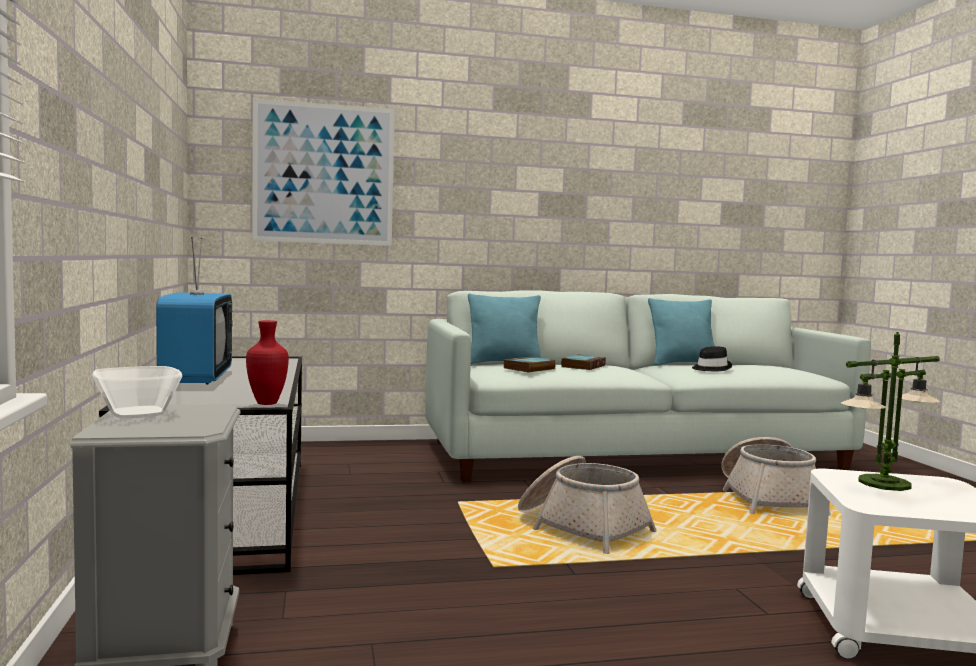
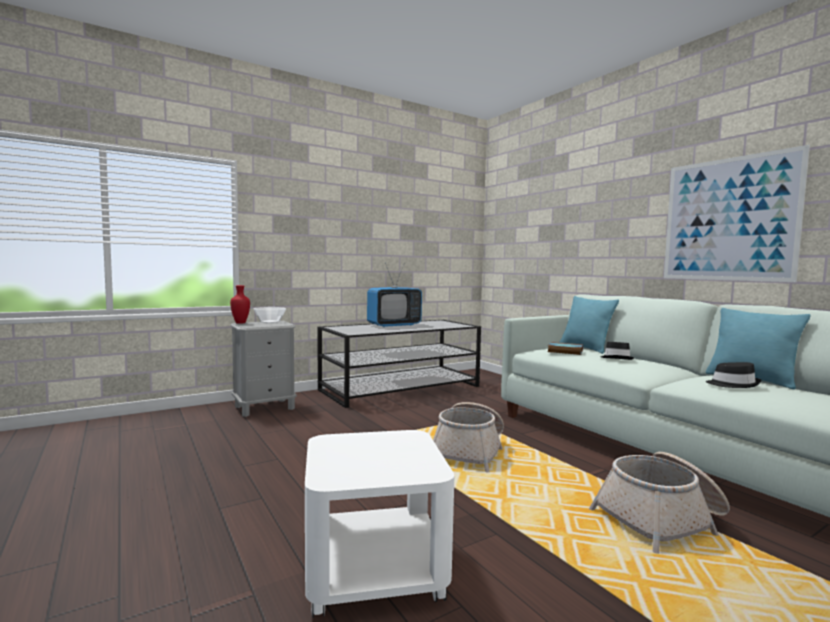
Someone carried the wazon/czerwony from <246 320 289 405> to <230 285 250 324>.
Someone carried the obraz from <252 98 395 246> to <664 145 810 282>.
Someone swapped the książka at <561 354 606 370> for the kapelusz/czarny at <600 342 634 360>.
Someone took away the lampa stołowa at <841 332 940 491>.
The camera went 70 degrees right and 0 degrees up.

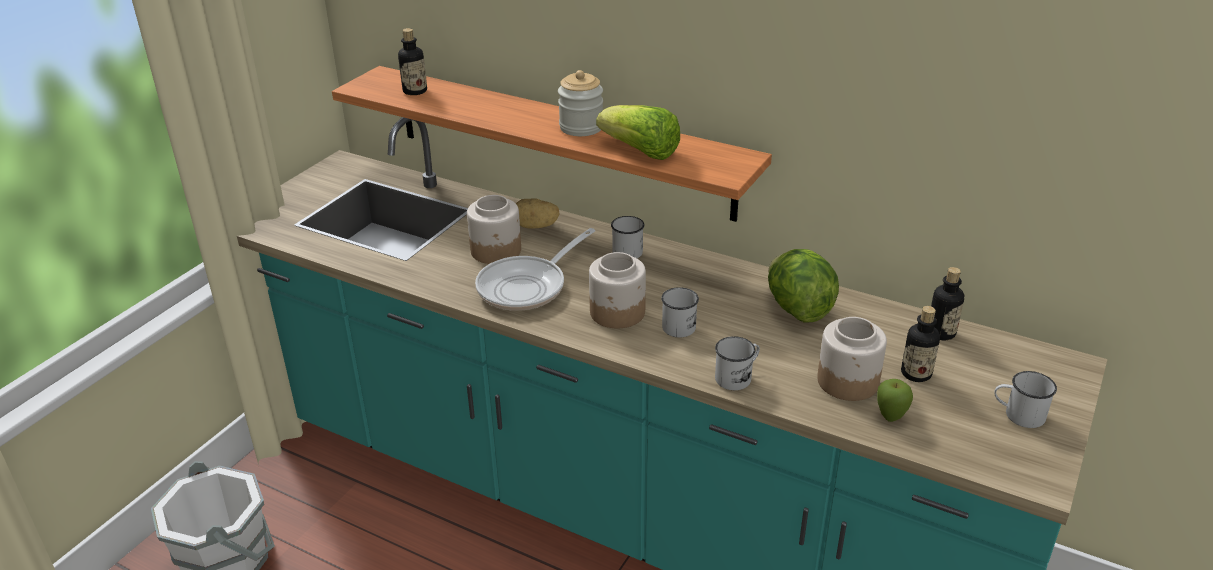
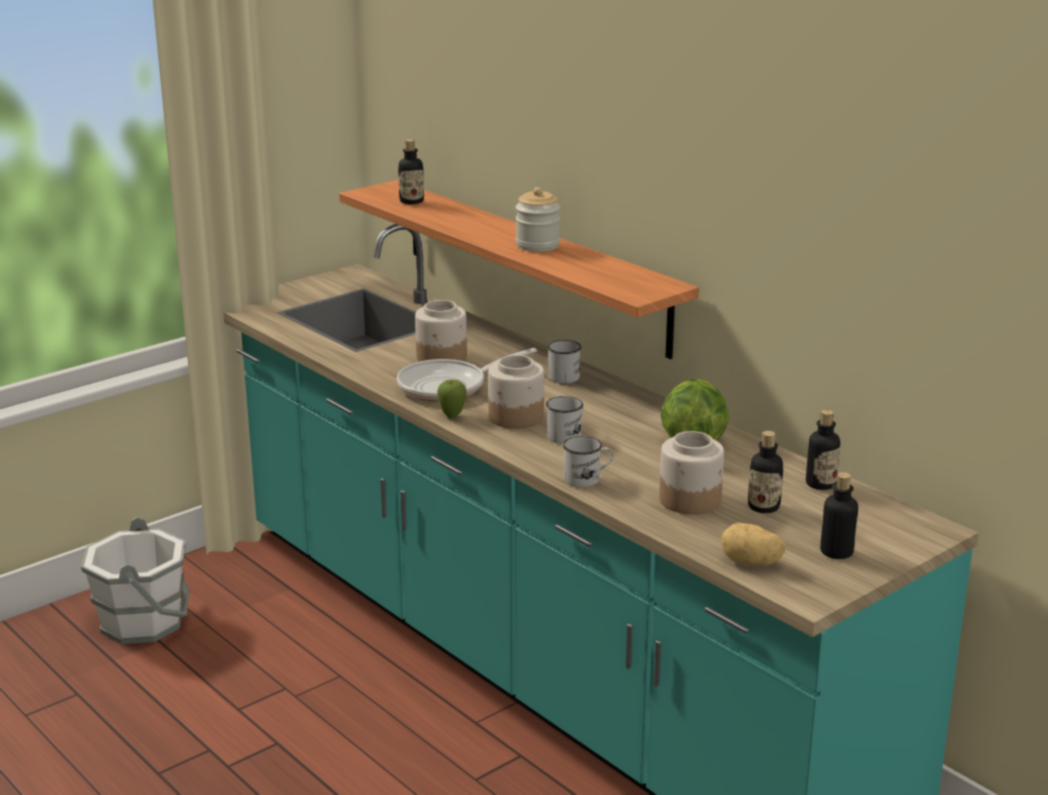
Someone carried the ziemniak from <516 198 560 229> to <721 523 785 566>.
Someone took away the sałata at <596 105 680 160>.
Someone carried the jabłko from <877 379 913 422> to <437 380 467 418>.
Someone swapped the kubek/biały at <994 371 1057 428> for the butelka at <820 472 858 559>.
The camera went 20 degrees right and 10 degrees down.

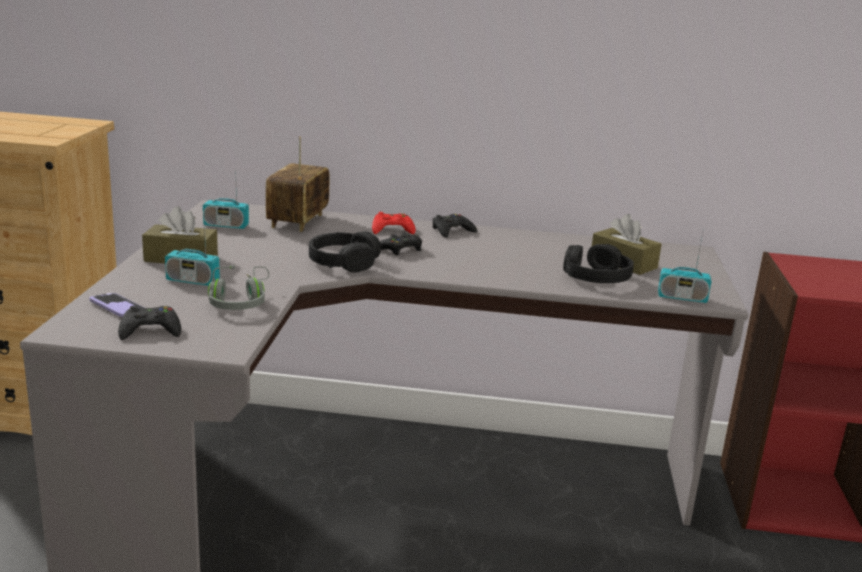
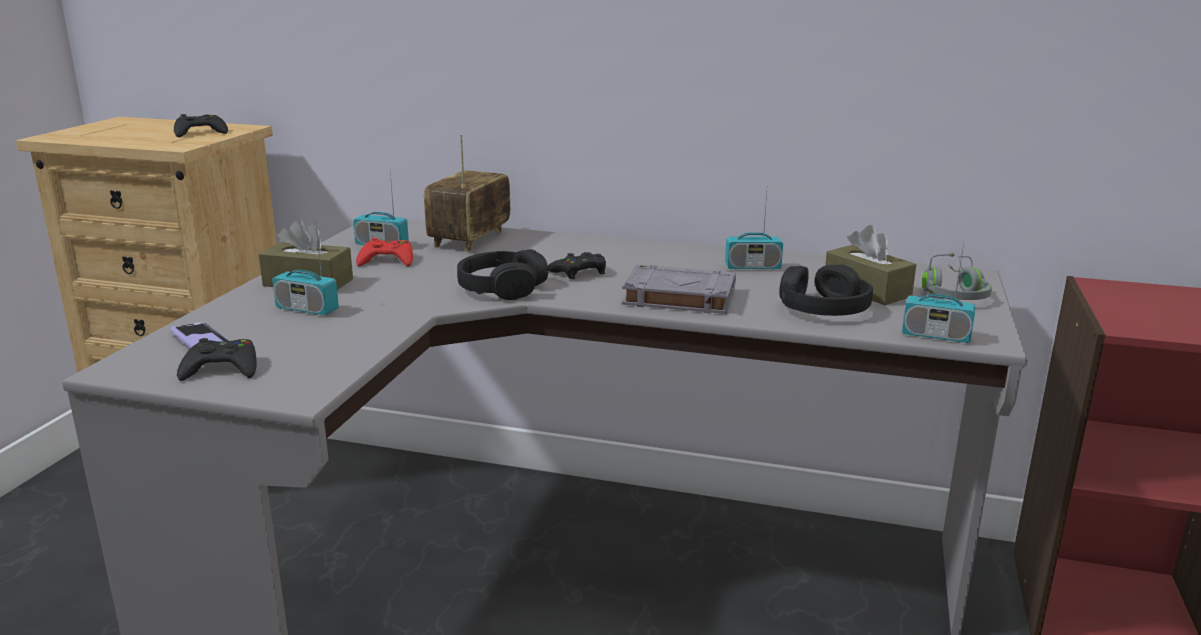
Someone carried the słuchawki/szary from <208 265 269 310> to <922 252 992 300>.
Someone carried the pad do gier/czerwony from <372 212 416 234> to <356 238 413 266>.
Someone carried the pad do gier/czarny from <432 214 477 238> to <174 114 228 137>.
Someone put down the książka/szary at <622 265 736 314>.
Someone put down the radio at <725 193 783 269>.
The camera went 10 degrees right and 0 degrees up.

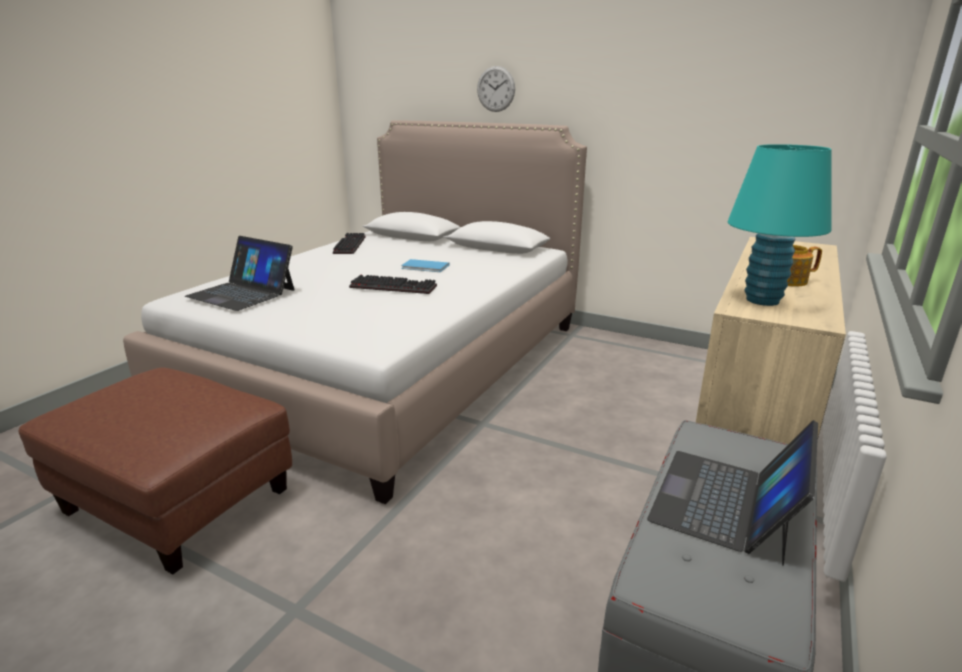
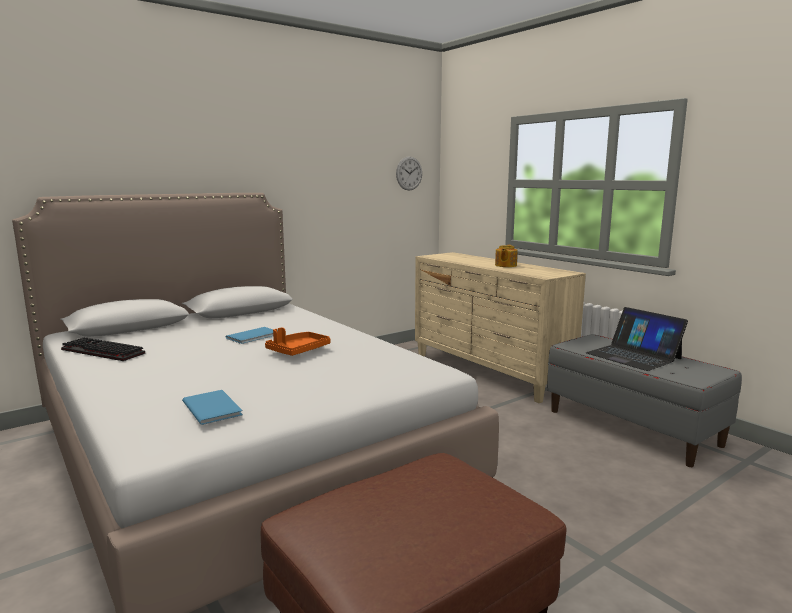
Someone swapped the laptop at <185 236 294 311> for the książka/niebieski at <182 390 243 425>.
Someone swapped the klawiatura at <349 275 437 294> for the taca/pomarańczowy at <265 327 331 356>.
Someone carried the zegar ścienny from <477 66 515 112> to <396 156 422 191>.
Someone took away the lampa stołowa/turkusowy at <727 144 832 306>.
The camera went 65 degrees left and 10 degrees down.

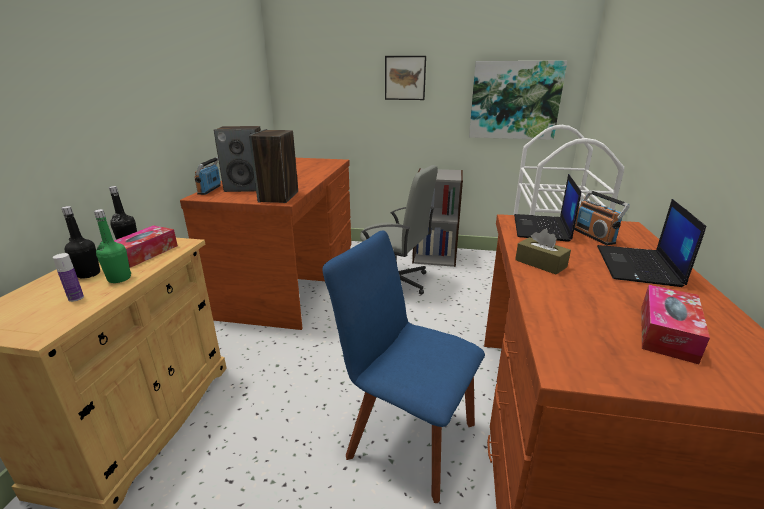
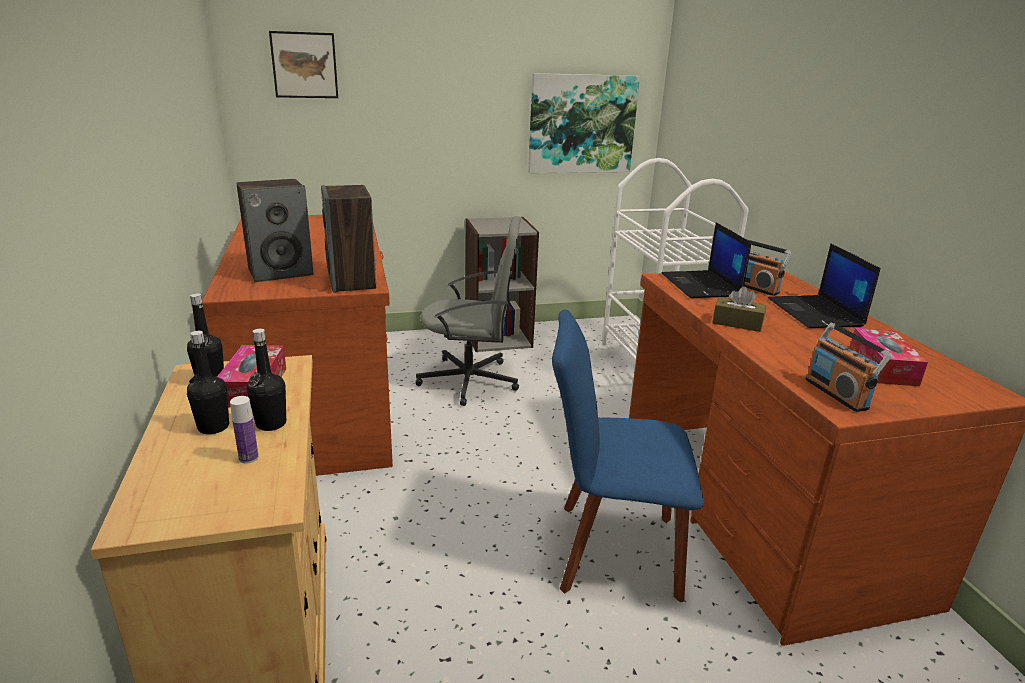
Someone repainted the butelka/zielony at <94 209 131 283>, which became the butelka/czarny at <247 329 286 431>.
Someone carried the radio from <194 157 221 195> to <805 323 892 412>.
Someone carried the obraz from <385 56 426 100> to <269 31 338 98>.
The camera went 25 degrees left and 0 degrees up.

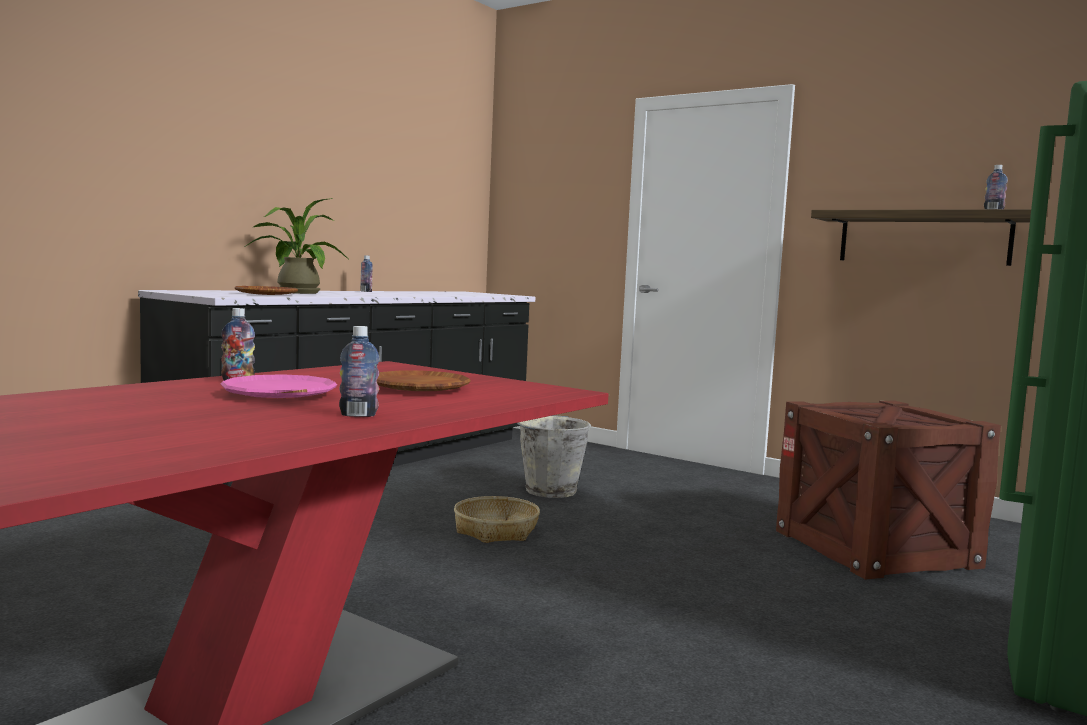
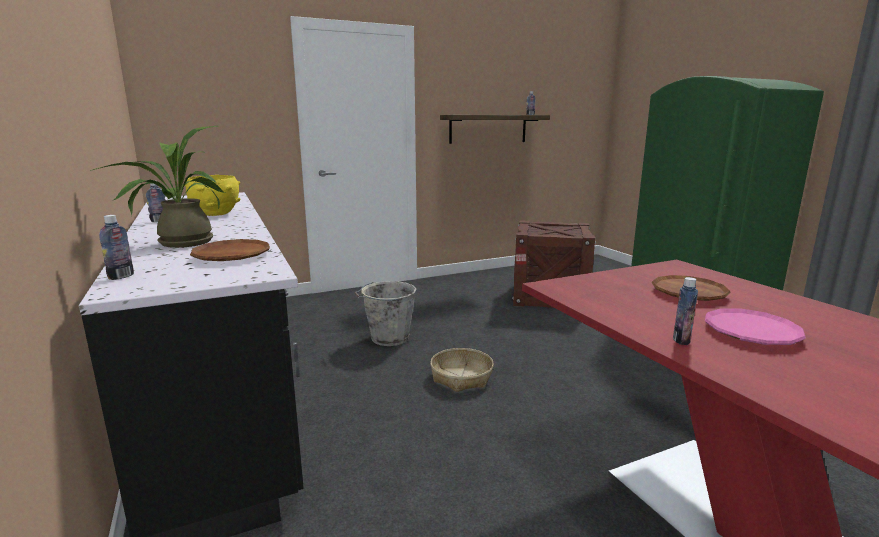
Someone carried the butelka from <339 326 380 417> to <99 215 134 280>.
Someone put down the miska/żółty at <185 175 240 216>.
The camera went 60 degrees left and 10 degrees up.

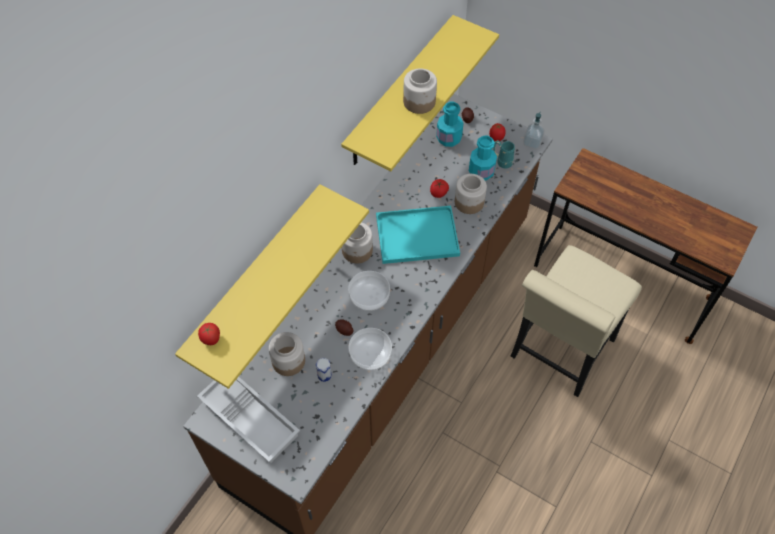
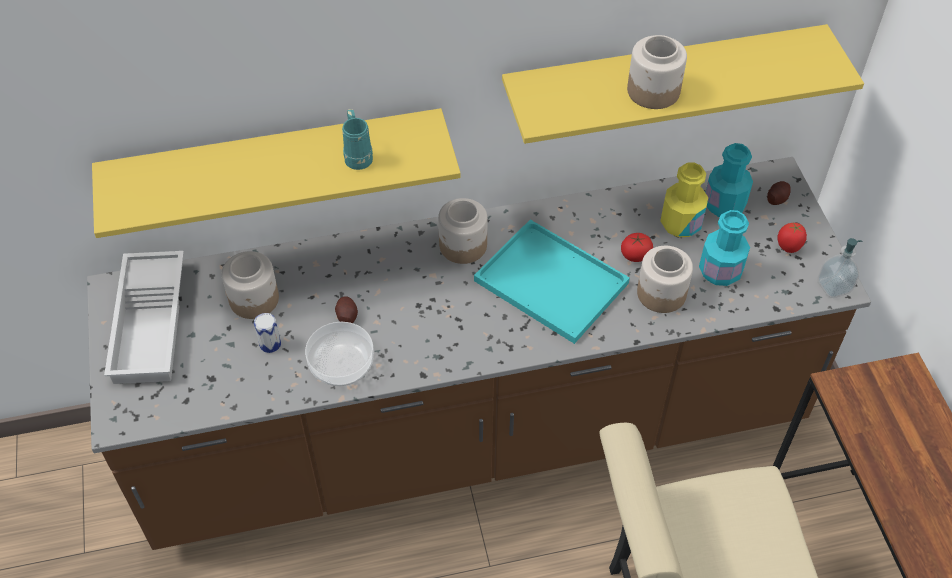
Someone took away the pomidor at <198 323 220 345>.
Someone took away the miska at <348 271 390 311>.
Someone carried the kubek/turkusowy from <493 140 515 168> to <342 109 373 170>.
Someone put down the butelka/żółty at <660 162 708 237>.
The camera went 45 degrees right and 5 degrees down.

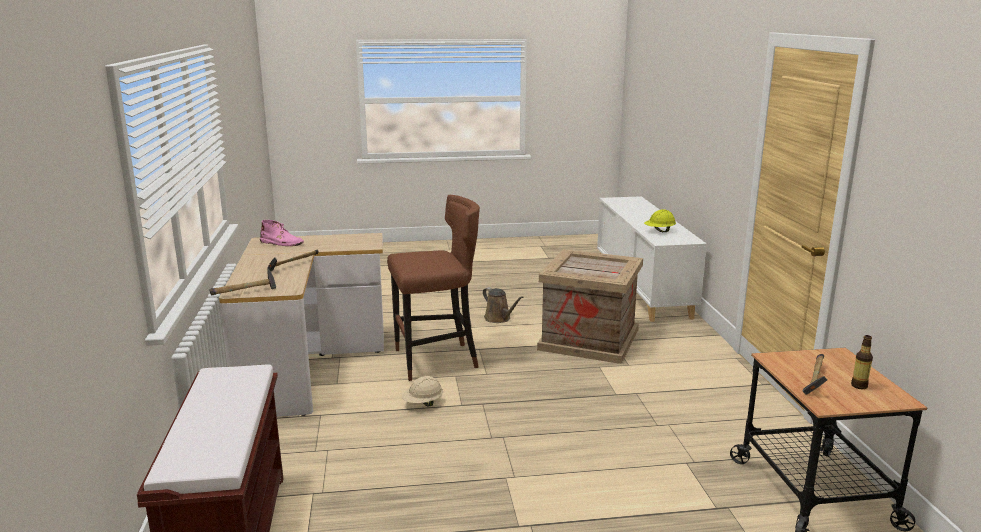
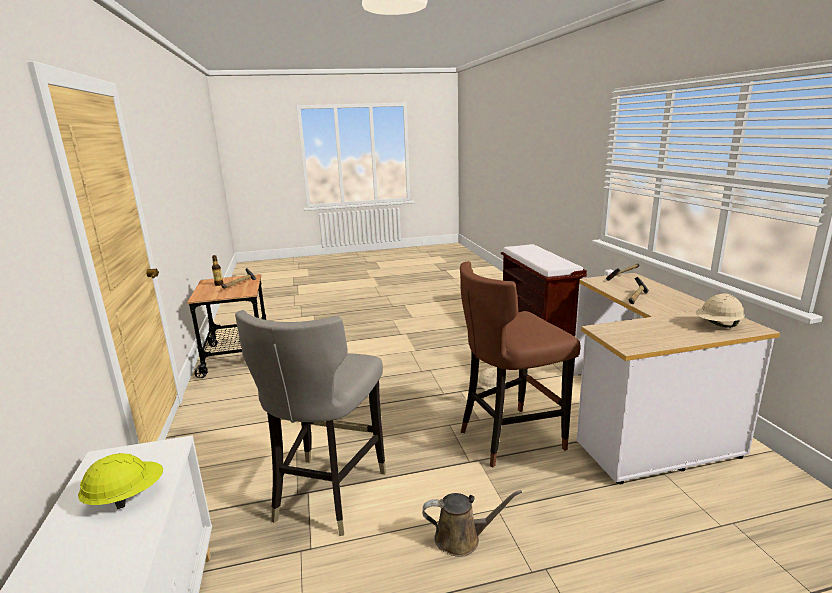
Someone swapped the but z cholewką/różowy at <260 220 304 246> for the kask/beżowy at <695 293 745 328>.
Someone rotated the konewka/brązowy at <483 287 523 323> by 135 degrees clockwise.
Someone swapped the skrzynka at <537 249 643 364> for the stołek/szary at <235 310 386 536>.
The camera went 175 degrees right and 0 degrees up.

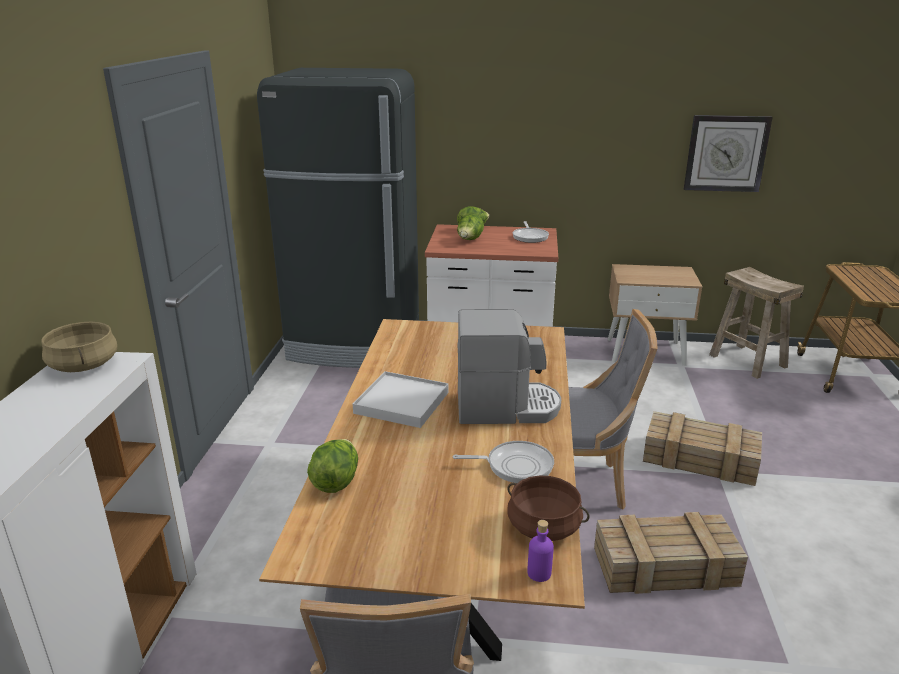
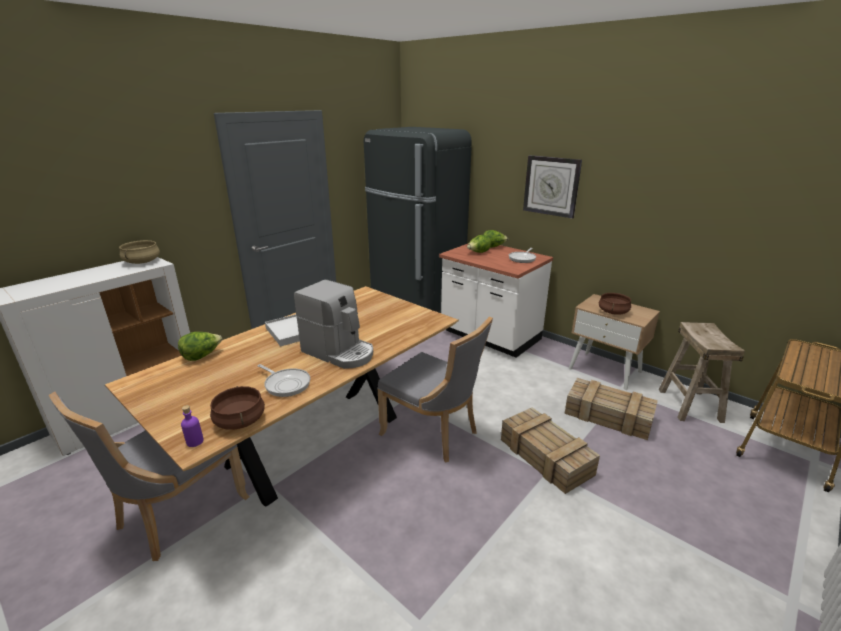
Someone carried the skrzynka from <594 512 748 594> to <564 378 658 440>.
Someone carried the zegar ścienny from <684 115 773 192> to <523 155 582 219>.
Someone put down the garnek/brązowy at <599 293 631 315>.
The camera went 35 degrees right and 0 degrees up.

